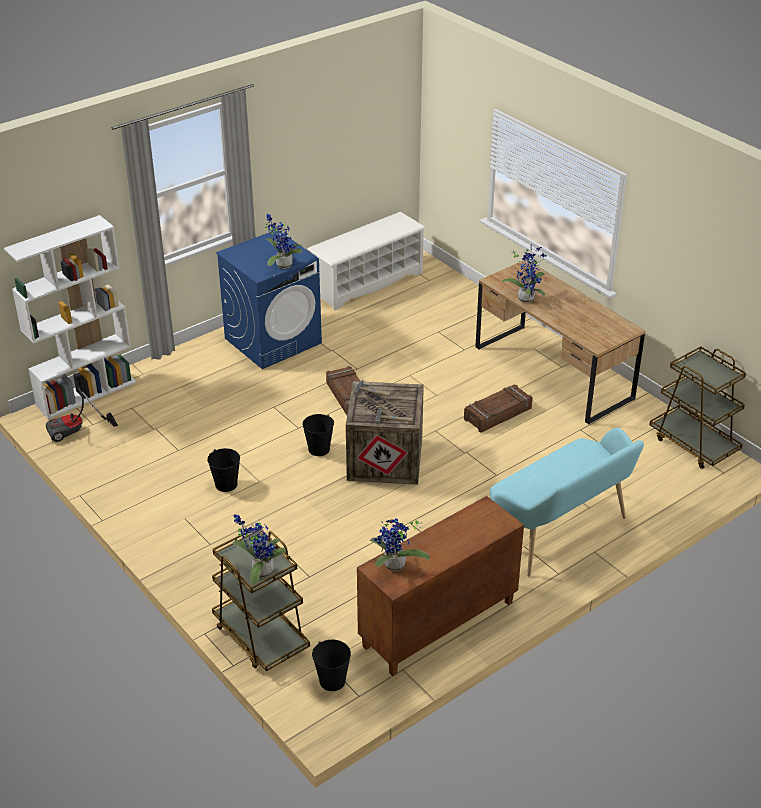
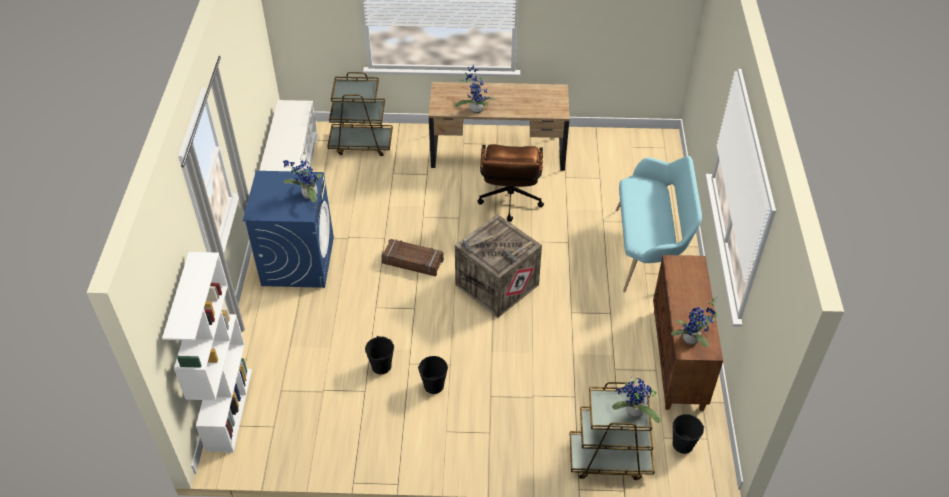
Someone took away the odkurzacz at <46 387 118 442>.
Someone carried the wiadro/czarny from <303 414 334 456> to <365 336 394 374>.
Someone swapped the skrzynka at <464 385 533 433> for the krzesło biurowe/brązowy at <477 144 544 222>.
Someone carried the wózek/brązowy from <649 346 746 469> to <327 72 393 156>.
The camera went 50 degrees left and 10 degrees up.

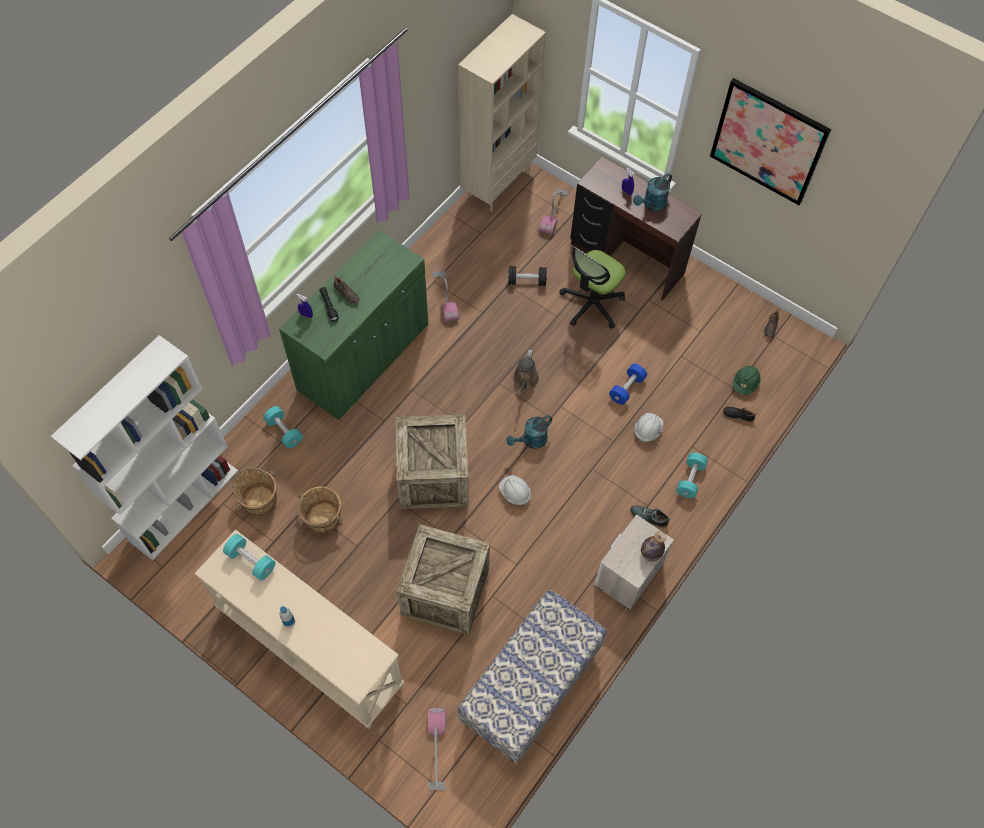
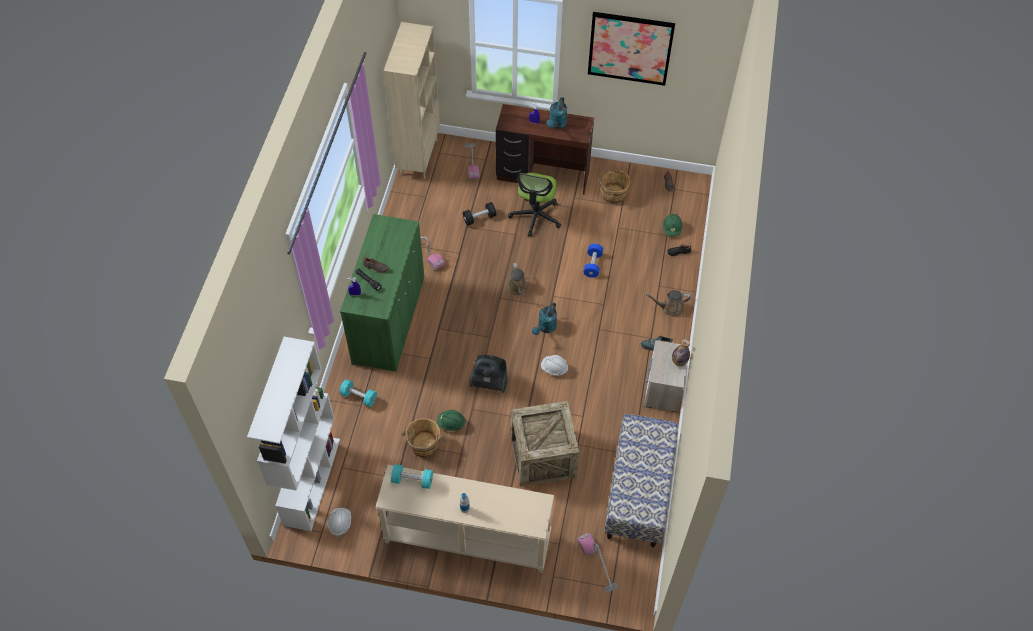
Someone carried the wiadro/brązowy from <232 467 278 516> to <599 168 630 204>.
Someone swapped the skrzynka at <396 414 469 509> for the odkurzacz at <469 355 507 393>.
Someone carried the kask/biały from <635 413 664 443> to <328 508 351 537>.
Someone swapped the hantel/turkusowy at <676 453 708 498> for the konewka/brązowy at <645 290 691 317>.
Someone put down the kask/zielony at <437 410 466 431>.
The camera went 25 degrees left and 5 degrees down.

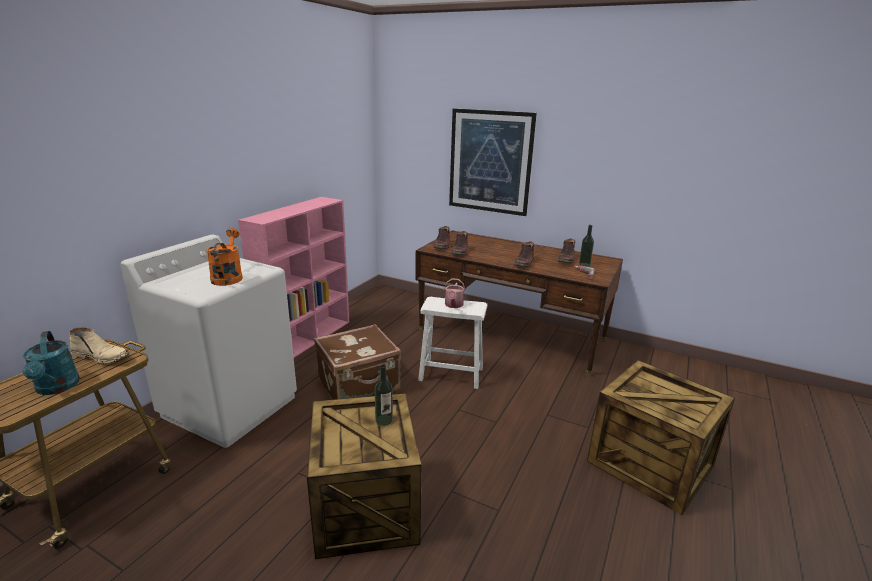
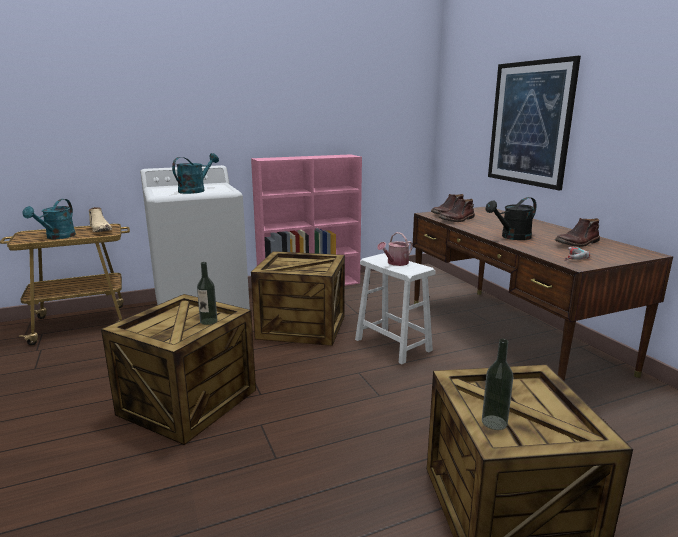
Someone repainted the konewka/pomarańczowy at <206 228 243 286>, which became the konewka/turkusowy at <172 153 219 194>.
Someone swapped the walizka/brązowy at <314 324 401 400> for the skrzynka at <251 251 345 346>.
Someone swapped the but z cholewką/brązowy at <514 241 534 267> for the konewka/czarny at <485 197 536 240>.
Someone carried the butelka from <579 225 594 267> to <482 339 513 430>.
The camera went 40 degrees right and 5 degrees down.

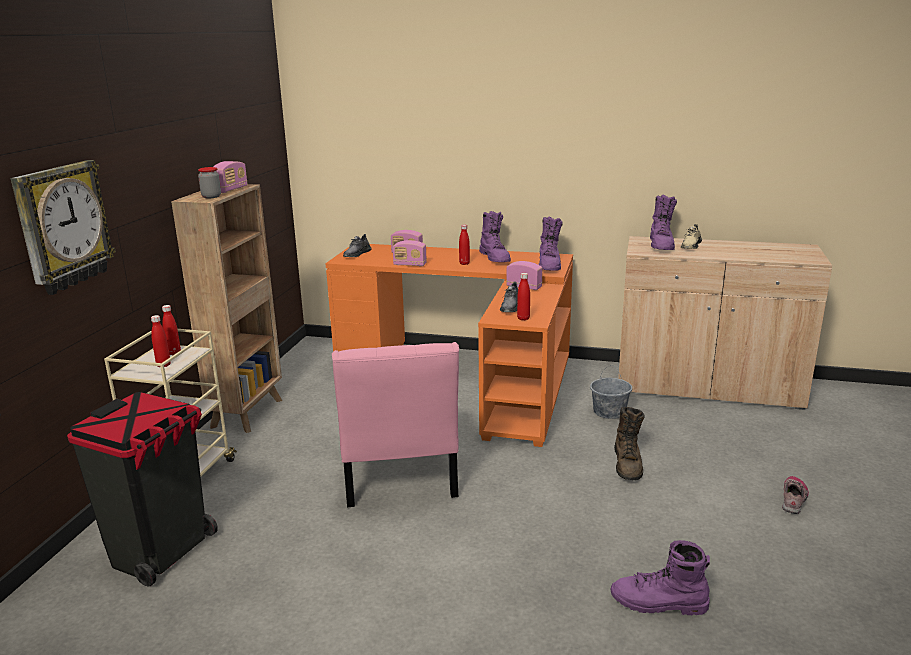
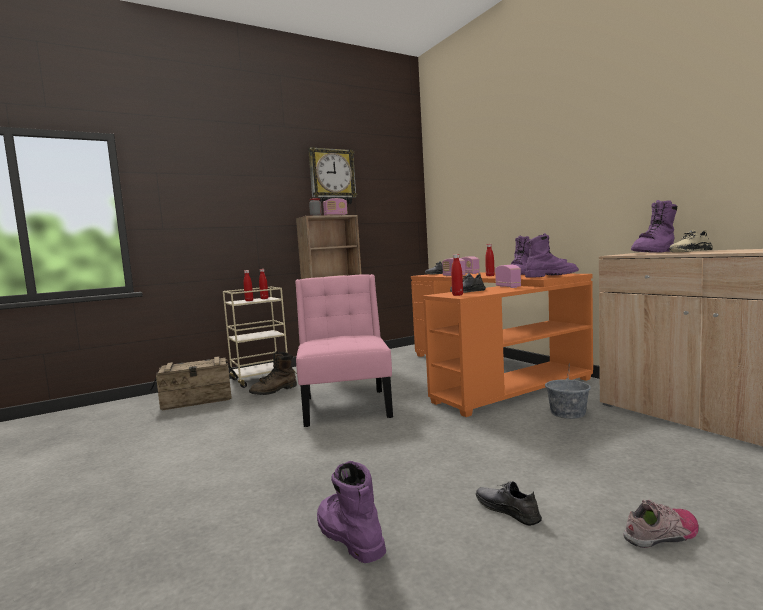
Someone carried the zegar ścienny from <11 160 116 295> to <308 147 357 204>.
Someone swapped the kosz na śmieci/czarny at <67 392 218 587> for the skrzynka at <150 356 238 410>.
Someone rotated the krzesło/różowy at <332 342 459 507> by 135 degrees clockwise.
Someone rotated the but z cholewką/fioletowy at <539 216 563 270> by 150 degrees counterclockwise.
Someone carried the but z cholewką/brązowy from <614 407 645 480> to <249 351 297 395>.
Someone put down the but/szary at <476 481 542 526>.
The camera went 45 degrees right and 15 degrees down.

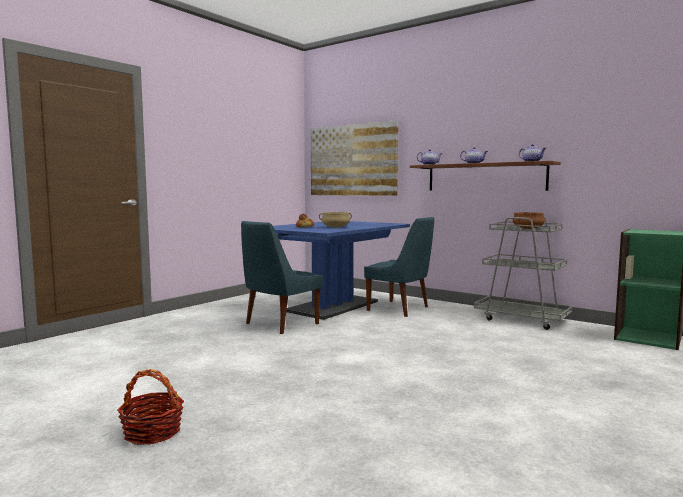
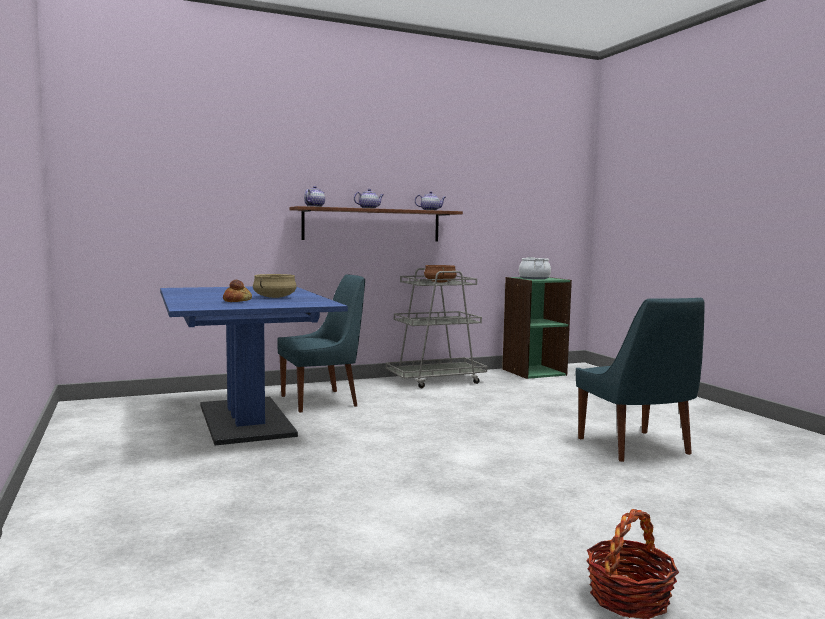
Someone carried the krzesło/niebieski from <241 221 323 334> to <576 298 705 462>.
Someone took away the obraz at <311 120 398 196>.
Someone put down the garnek at <519 257 551 279>.
The camera went 60 degrees left and 0 degrees up.

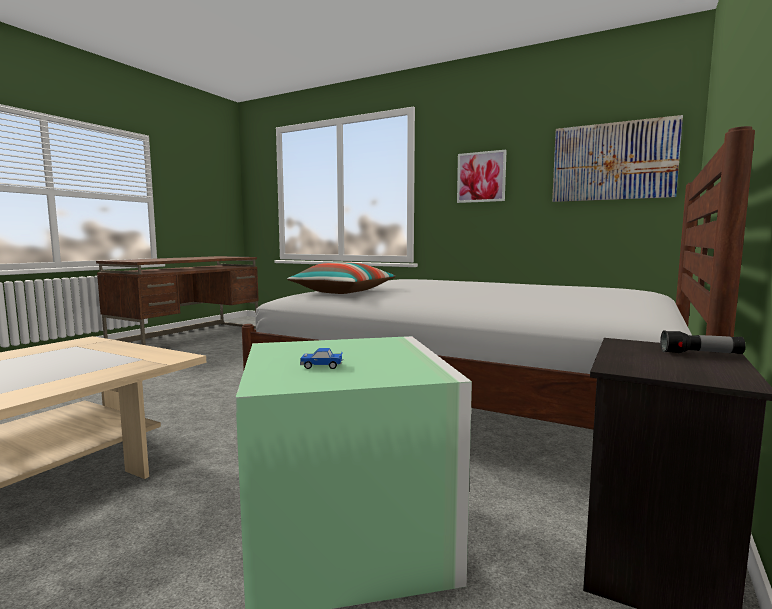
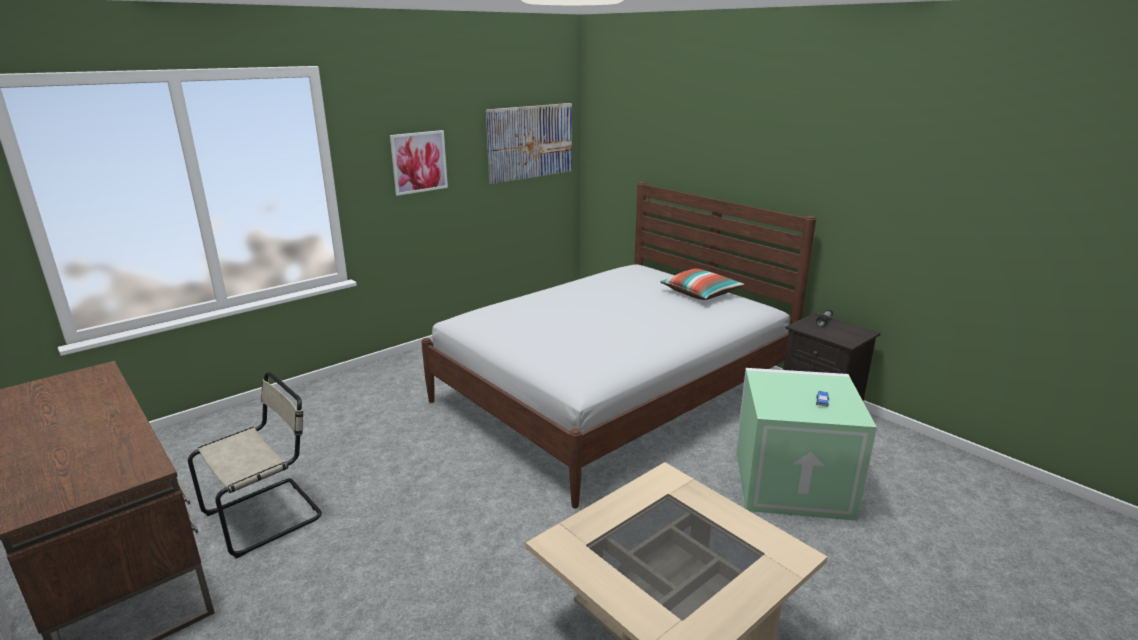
Someone carried the poduszka from <287 262 396 294> to <660 269 744 300>.
Someone put down the krzesło/beżowy at <188 372 322 558>.
The camera went 70 degrees left and 15 degrees up.

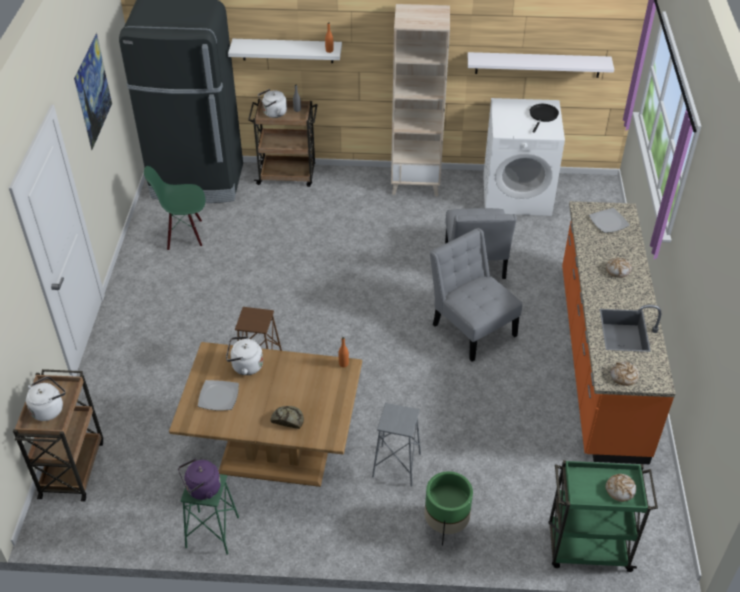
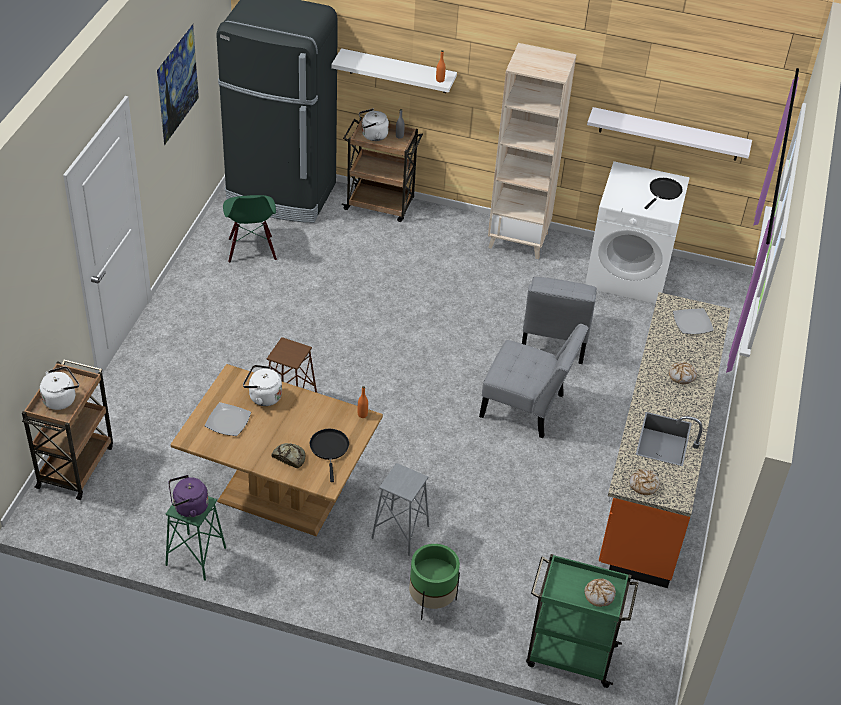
Someone rotated the krzesło/zielony at <144 166 205 251> by 105 degrees counterclockwise.
Someone rotated the krzesło/szary at <430 228 522 362> by 135 degrees clockwise.
Someone put down the patelnia/czarny at <310 429 349 482>.
The camera went 10 degrees right and 0 degrees up.

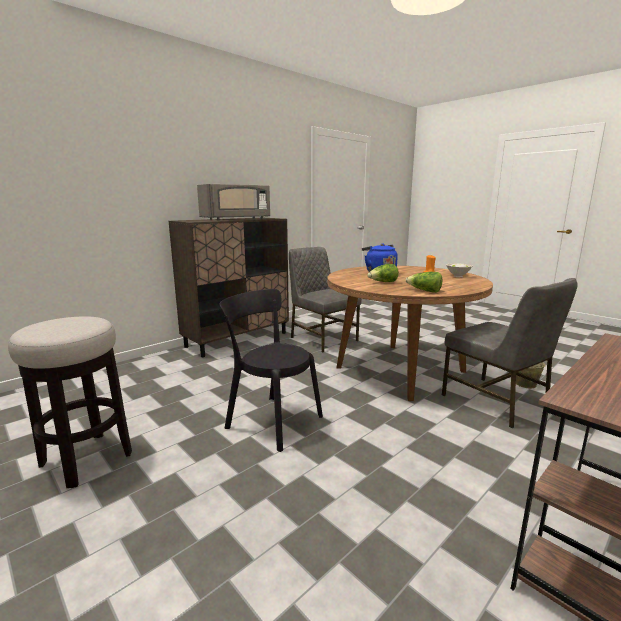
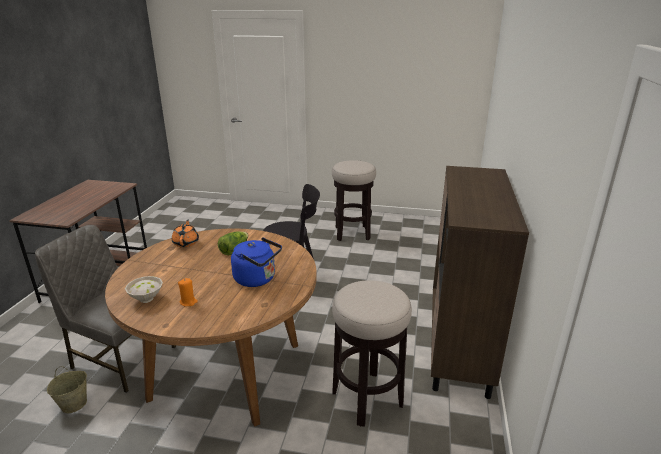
Someone took away the mikrofalówka/szary at <197 184 270 220>.
Someone swapped the krzesło/szary at <289 247 362 353> for the stołek at <332 280 412 427>.
Someone swapped the sałata at <406 272 442 293> for the imbryk/pomarańczowy at <172 220 199 247>.
The camera went 145 degrees right and 10 degrees up.

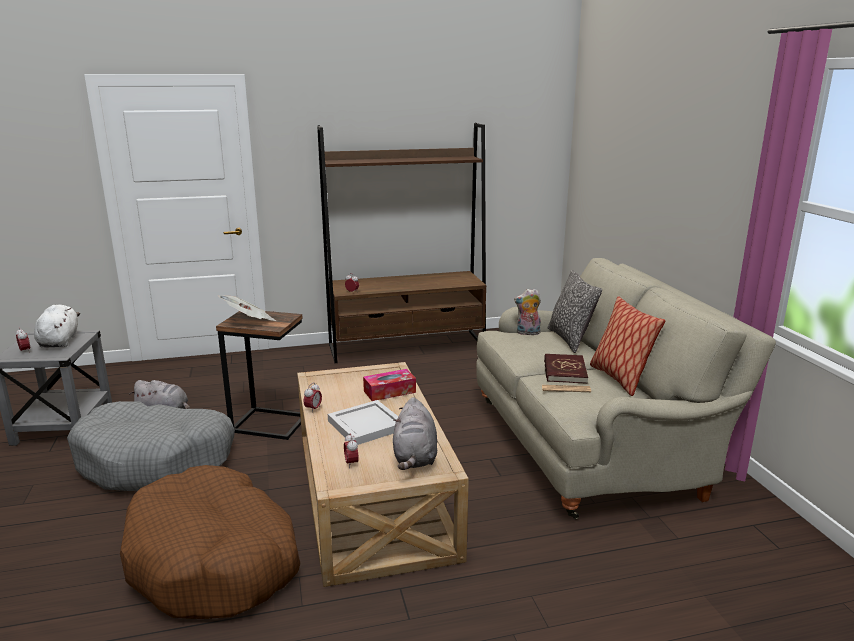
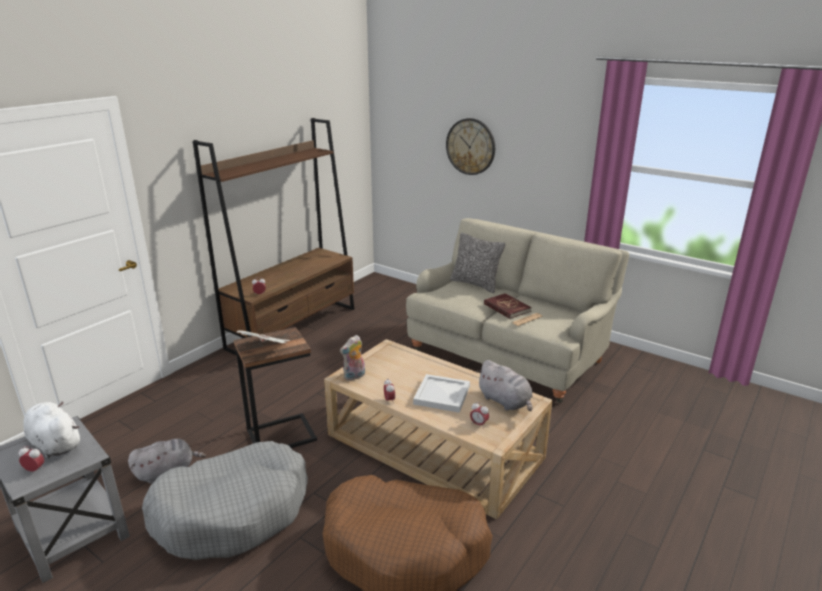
Someone took away the pudełko chusteczek at <363 369 416 401>.
Someone carried the pluszak from <514 289 541 335> to <340 335 365 381>.
Someone took away the poduszka at <590 296 665 396>.
Someone put up the zegar ścienny at <446 118 495 175>.
The camera went 40 degrees left and 5 degrees up.

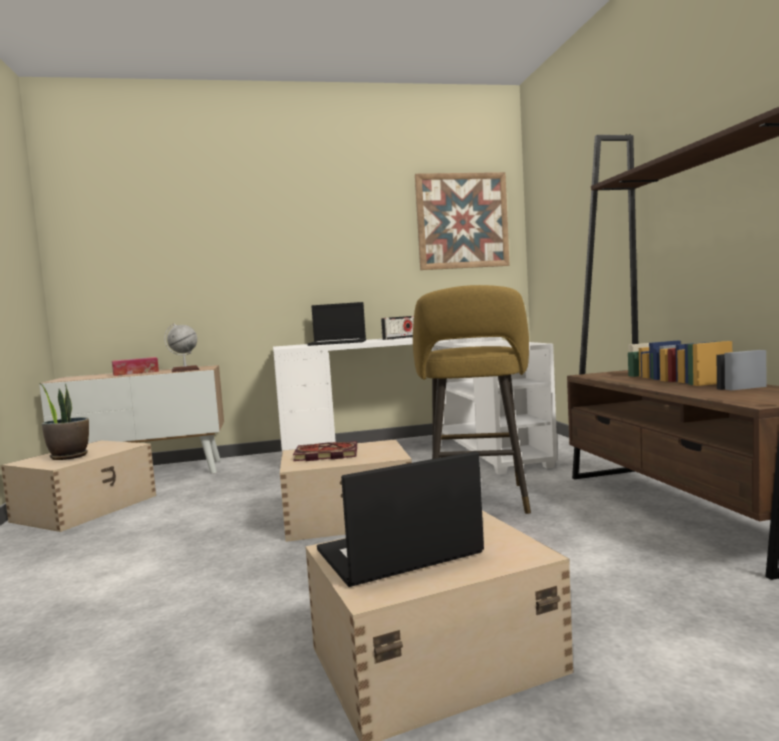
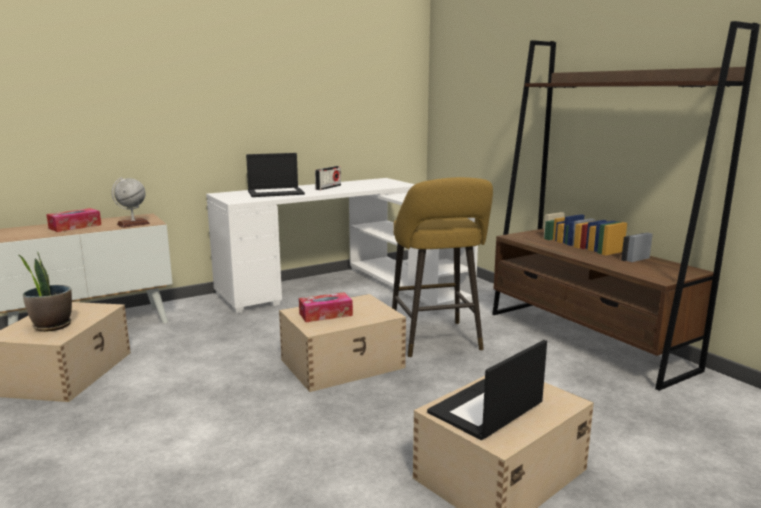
Someone swapped the książka at <293 441 357 461> for the pudełko chusteczek at <299 292 353 322>.
Someone took away the obraz at <415 172 510 270>.
The camera went 20 degrees left and 10 degrees up.

